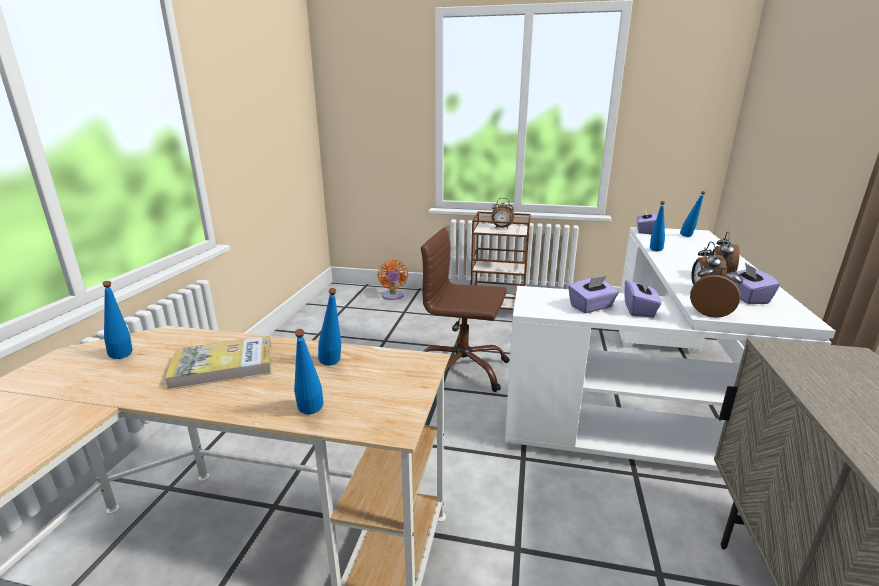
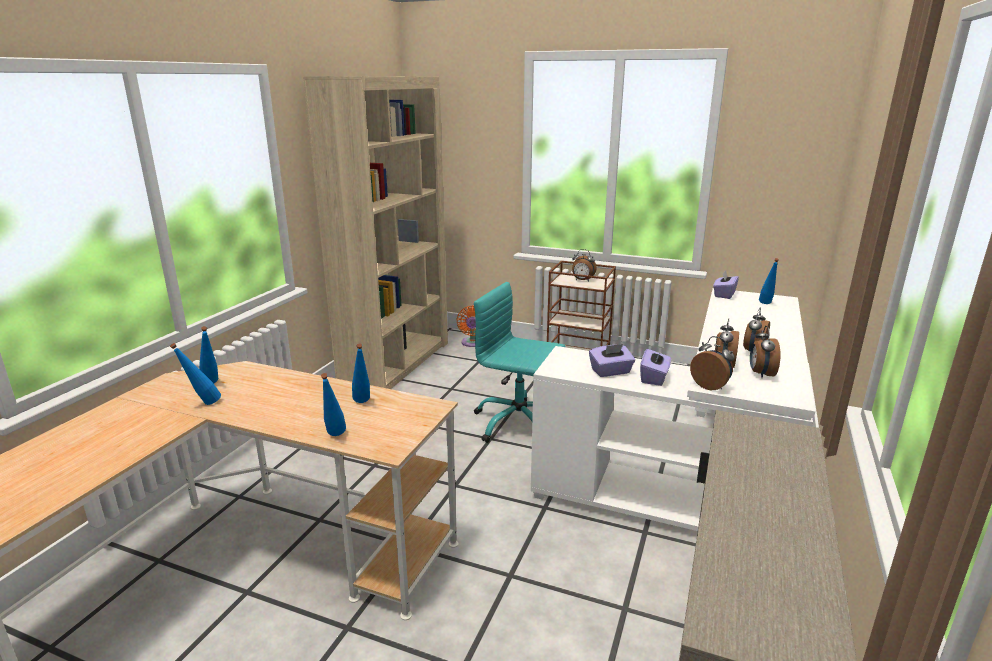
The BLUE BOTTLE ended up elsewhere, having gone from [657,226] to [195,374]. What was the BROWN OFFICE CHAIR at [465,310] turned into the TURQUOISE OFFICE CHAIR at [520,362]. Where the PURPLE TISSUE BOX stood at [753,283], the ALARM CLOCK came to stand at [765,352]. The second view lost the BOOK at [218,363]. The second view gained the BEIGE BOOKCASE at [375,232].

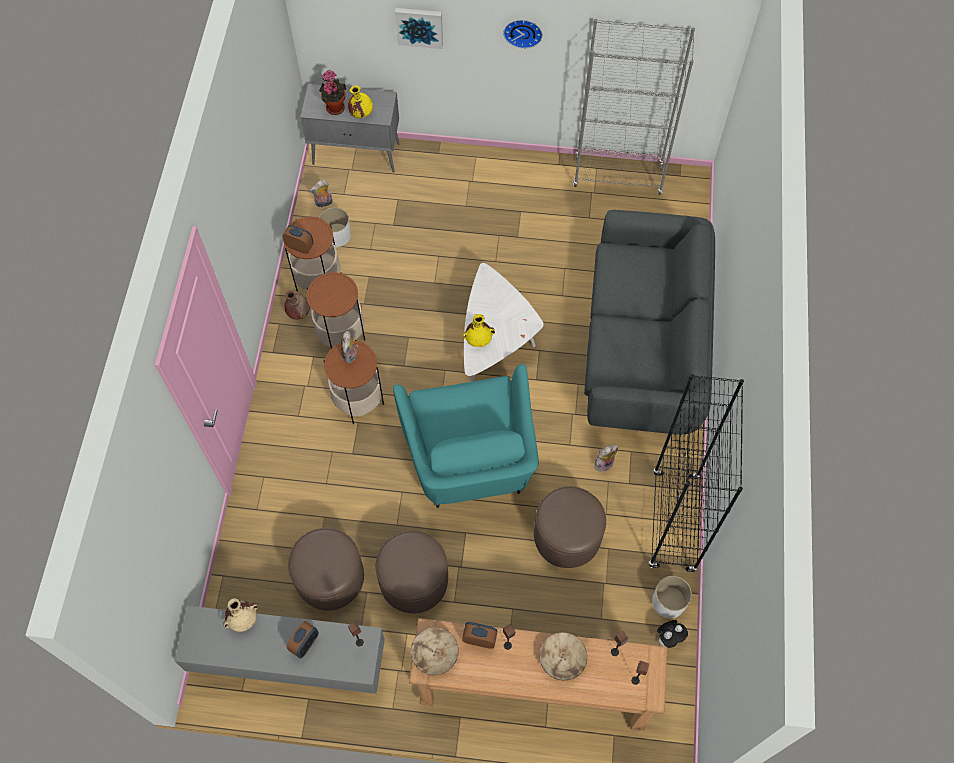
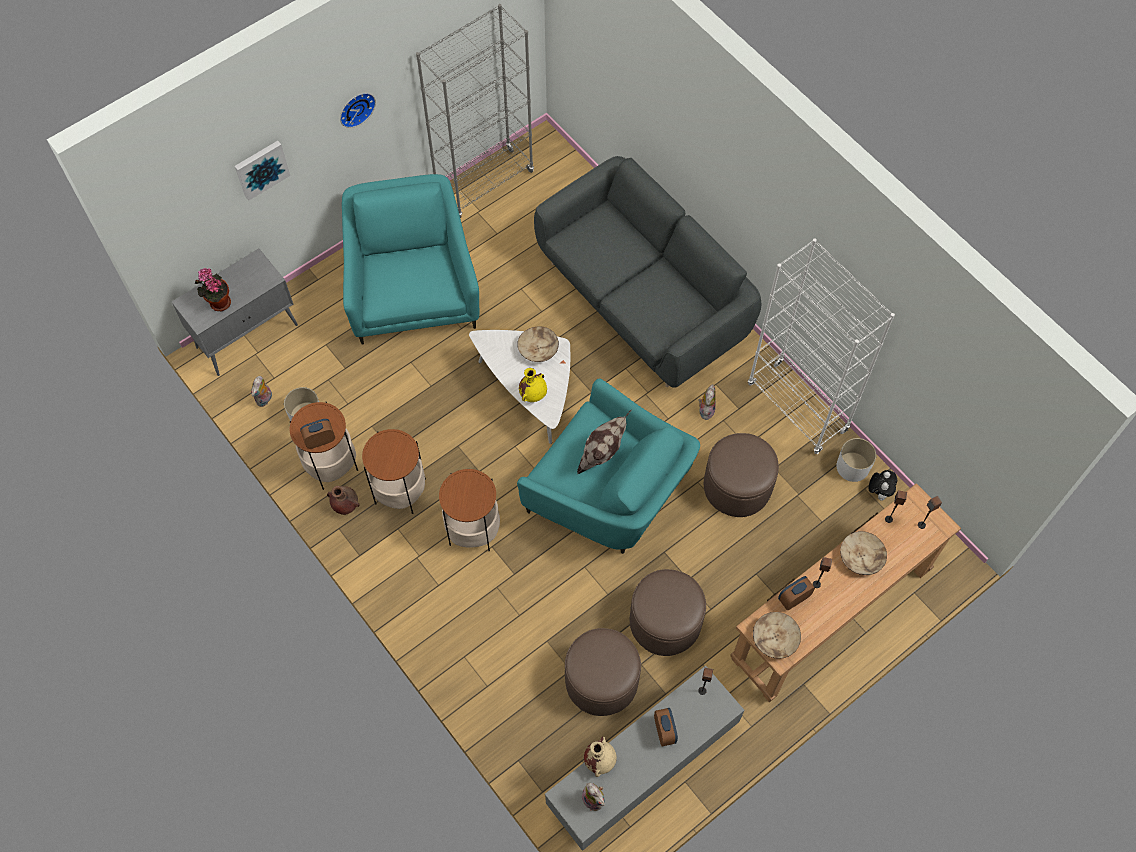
The second view lost the YELLOW VASE at [360,102]. The PLUSH TOY ended up elsewhere, having gone from [350,347] to [593,797]. What was the BLACK BOOKCASE at [696,473] turned into the WHITE BOOKCASE at [821,346]. The second view gained the TURQUOISE ARMCHAIR at [411,259]. The second view gained the BEIGE BOWL at [538,344]. The second view gained the PILLOW at [604,441].

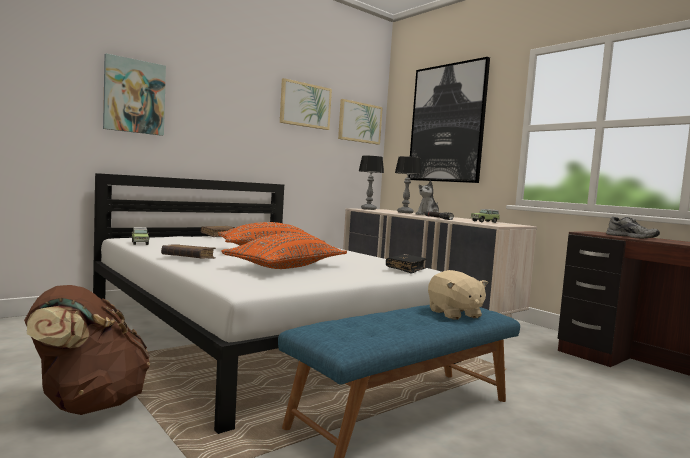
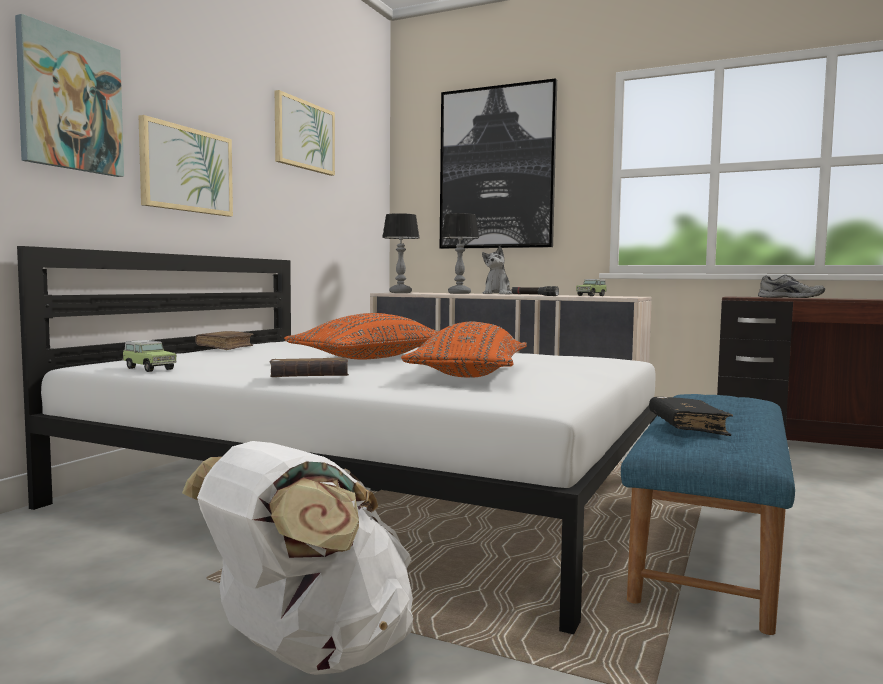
The PICTURE ended up elsewhere, having gone from [360,122] to [186,165]. The BLACK BOOK ended up elsewhere, having gone from [406,263] to [691,416]. The second view lost the BEIGE PLUSH TOY at [458,295]. What was the BROWN BACKPACK at [87,350] turned into the WHITE BACKPACK at [297,558].

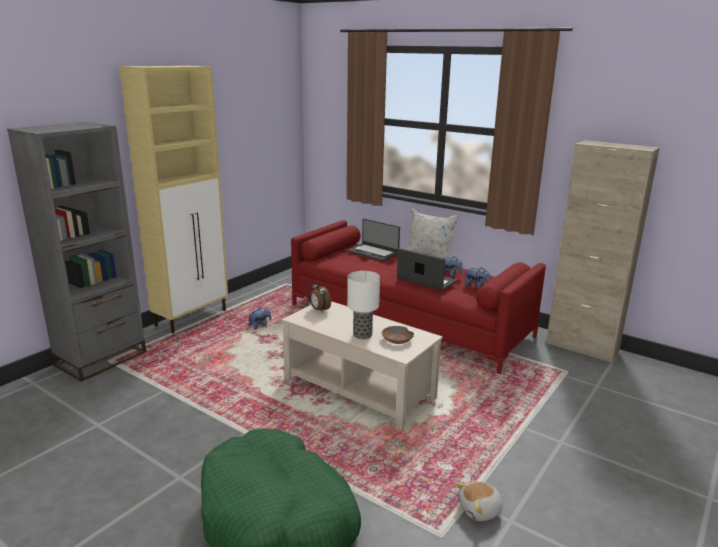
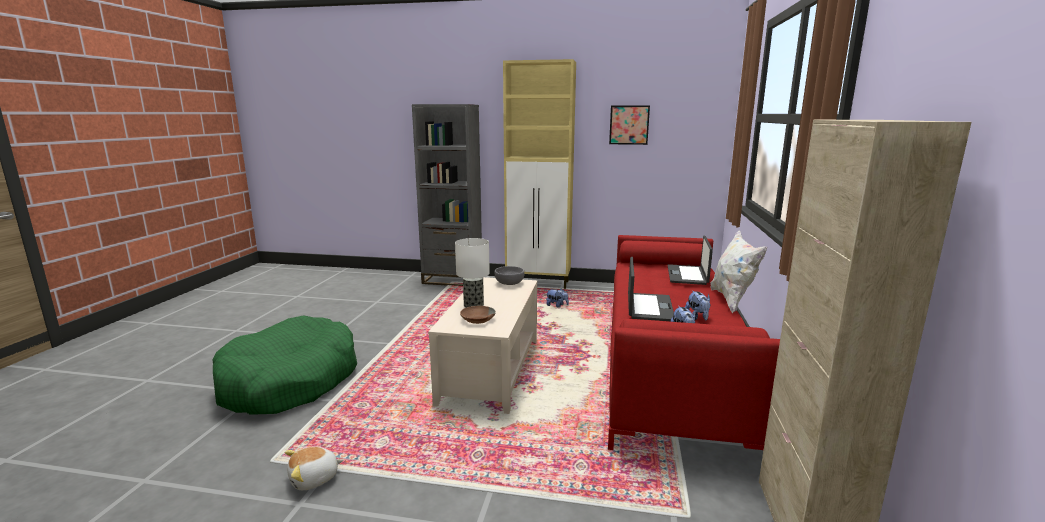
Where the ALARM CLOCK stood at [320,296], the GREY BOWL came to stand at [510,275]. The PLUSH TOY at [479,501] ended up facing another way, 75 degrees counterclockwise from before. The second view gained the PICTURE at [629,125].

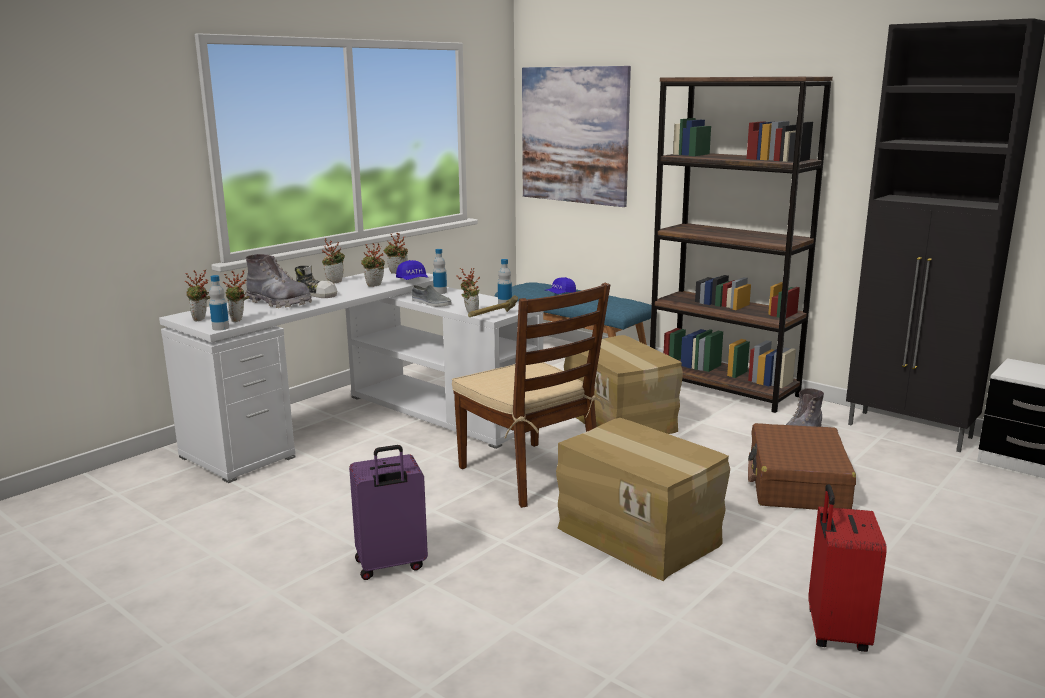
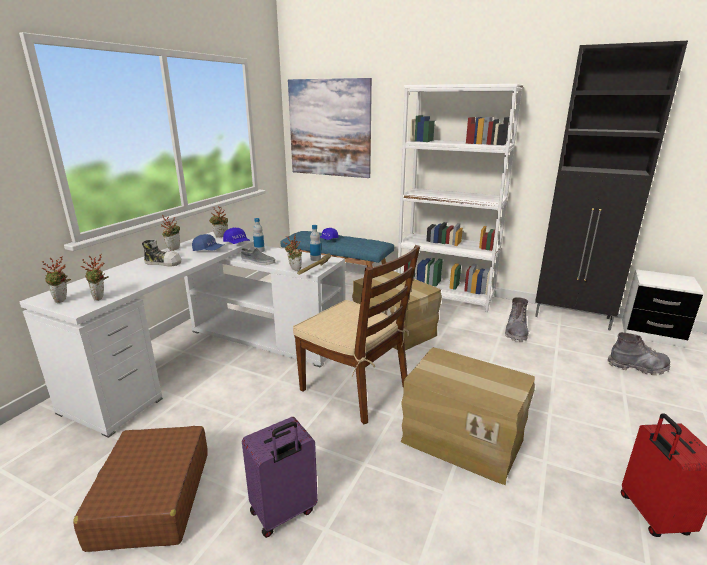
What was the BROWN BOOKCASE at [741,244] turned into the WHITE BOOKCASE at [460,198]. Where the POTTED PLANT stood at [373,265], the BLUE CAP came to stand at [208,242]. The GREY BOOT ended up elsewhere, having gone from [279,281] to [639,353]. The second view lost the BOTTLE at [219,303]. The BROWN SUITCASE ended up elsewhere, having gone from [802,466] to [140,489].

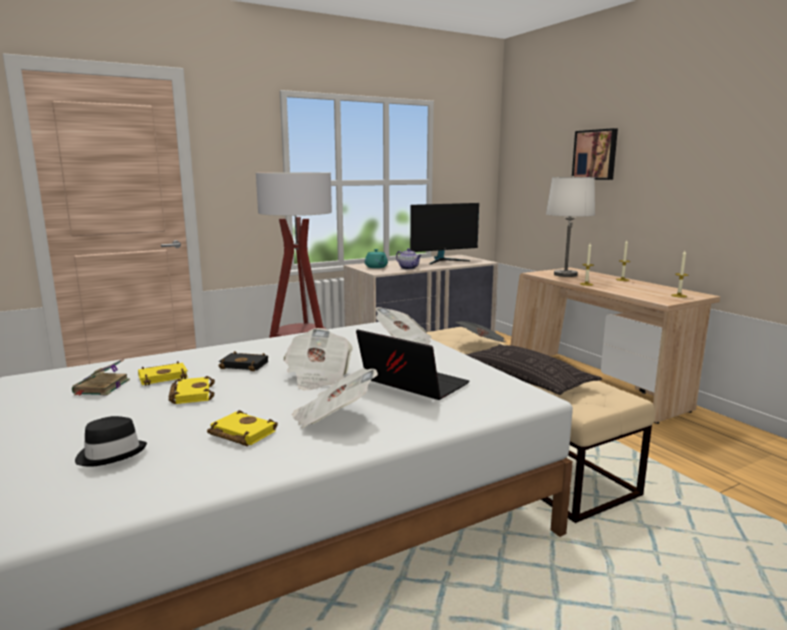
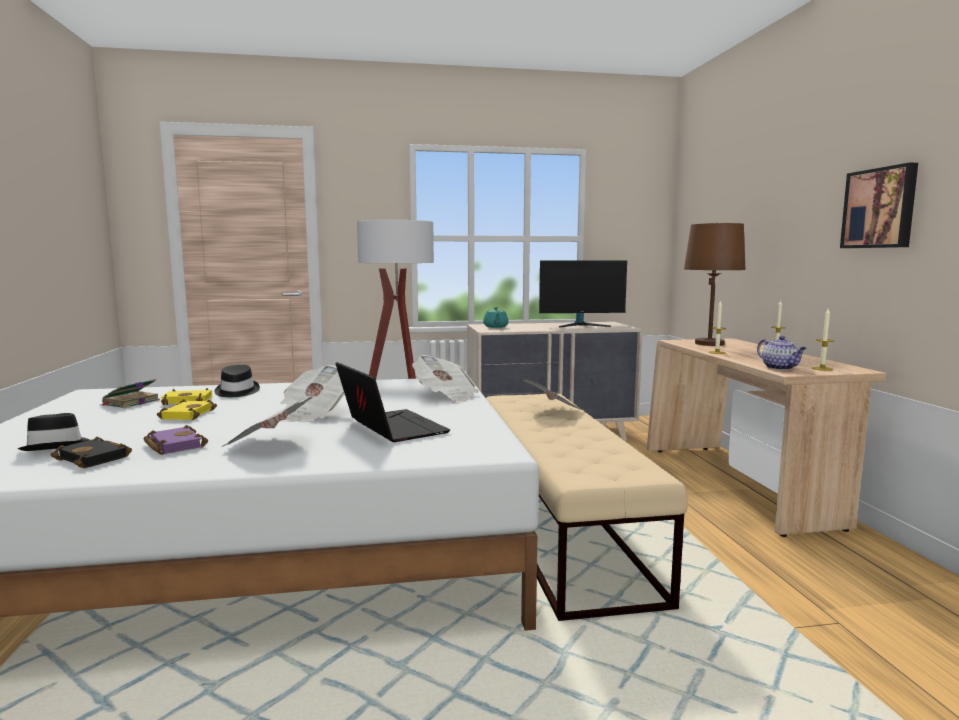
The PICTURE ended up elsewhere, having gone from [595,154] to [879,205]. What was the WHITE TABLE LAMP at [570,226] turned into the BROWN TABLE LAMP at [715,284]. The TEAPOT ended up elsewhere, having gone from [409,258] to [782,353]. The second view lost the PILLOW at [533,369]. The BLACK BOOK ended up elsewhere, having gone from [243,361] to [91,452]. What was the YELLOW BOOK at [242,428] turned into the PURPLE BOOK at [175,440]. The second view gained the BLACK HAT at [237,381].

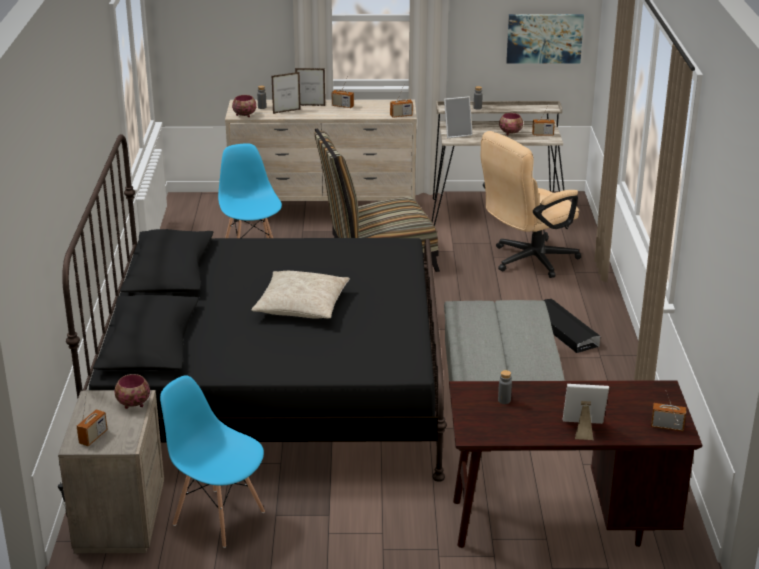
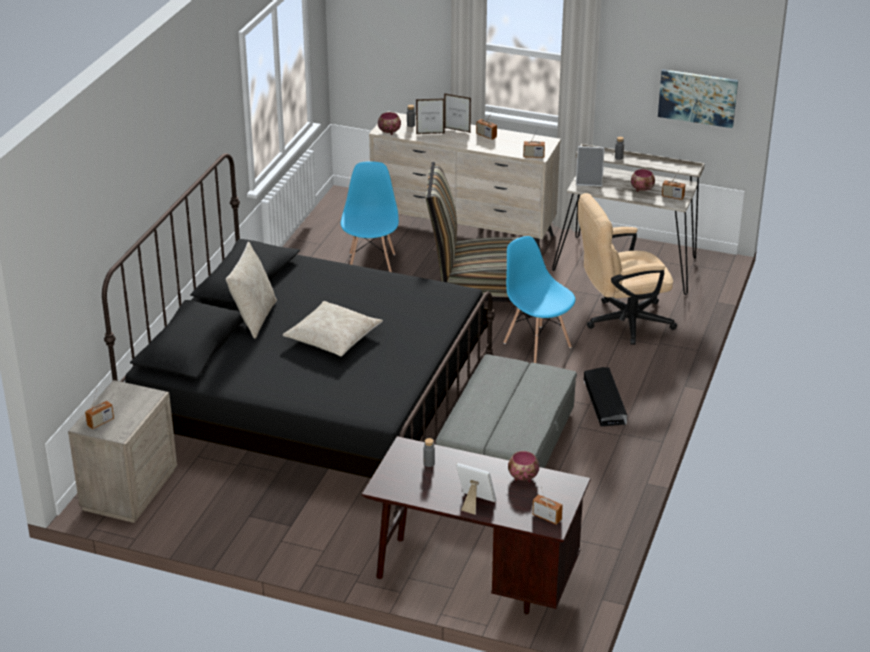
The BOWL ended up elsewhere, having gone from [132,391] to [523,466]. The BLUE CHAIR ended up elsewhere, having gone from [212,462] to [539,299]. The second view gained the BEIGE PILLOW at [251,290].

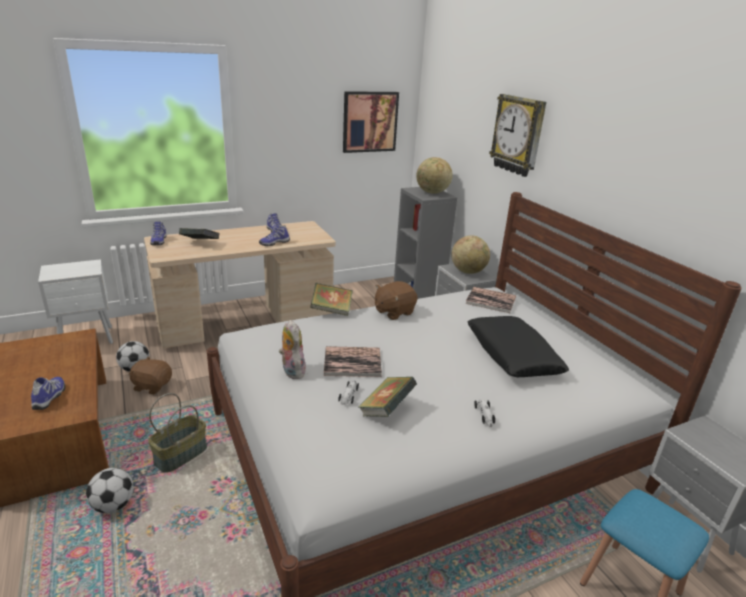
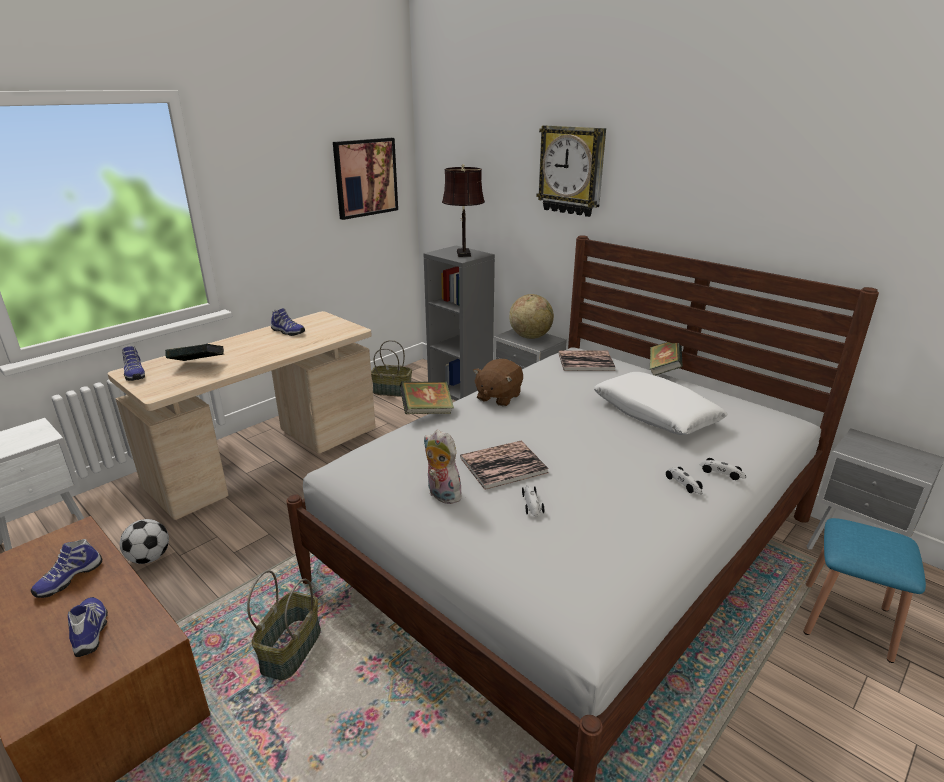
Where the GLOBE stood at [434,175], the BROWN TABLE LAMP came to stand at [463,210]. The SHOE ended up elsewhere, having gone from [274,235] to [66,568]. What was the BLACK PILLOW at [518,346] turned into the WHITE PILLOW at [661,403]. The second view lost the BROWN PLUSH TOY at [150,375]. The BOOK ended up elsewhere, having gone from [388,397] to [666,359]. The second view lost the FOOTBALL at [109,490]. The second view gained the BASKET at [391,368]. The second view gained the TOY CAR at [723,469].

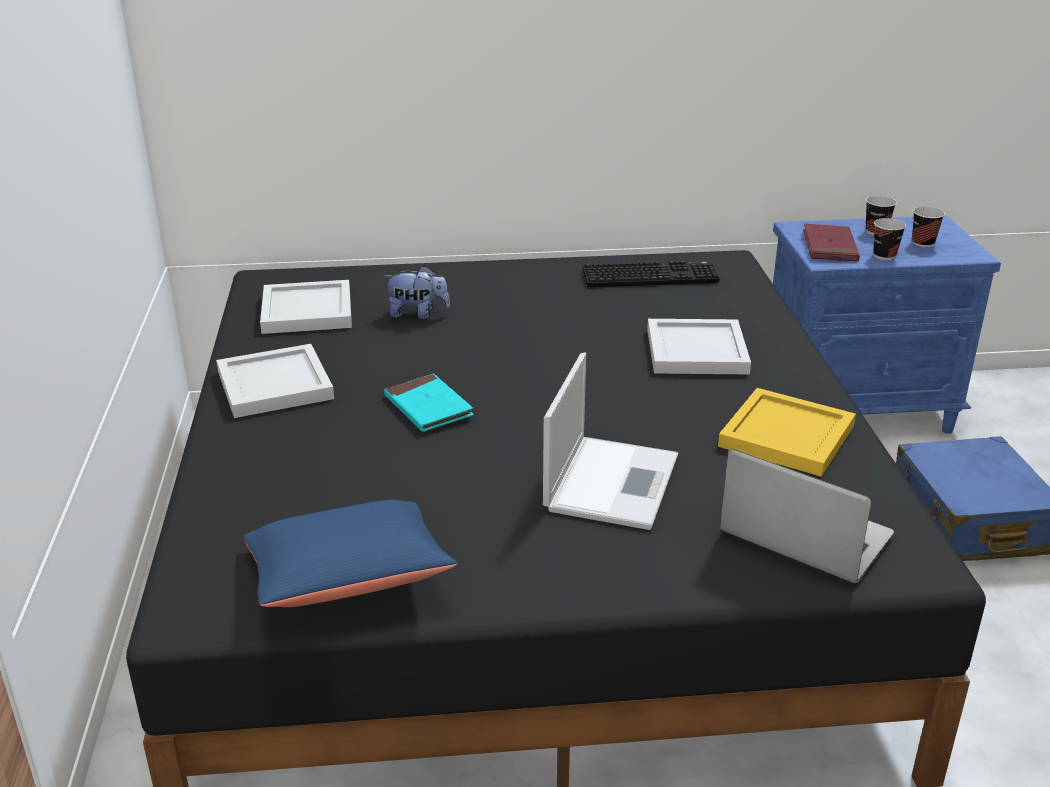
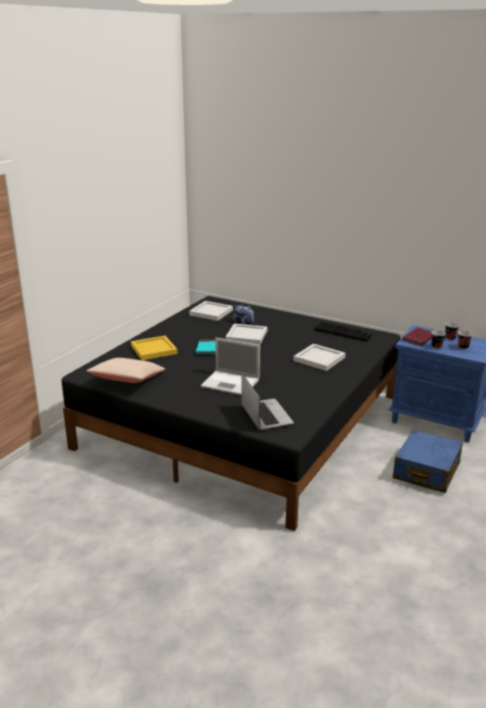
The WHITE TRAY ended up elsewhere, having gone from [275,381] to [246,334]. The LAPTOP at [610,441] ended up facing another way, 60 degrees clockwise from before. The YELLOW TRAY ended up elsewhere, having gone from [787,432] to [154,348]. What was the BLUE PILLOW at [350,553] turned into the BEIGE PILLOW at [125,370].

